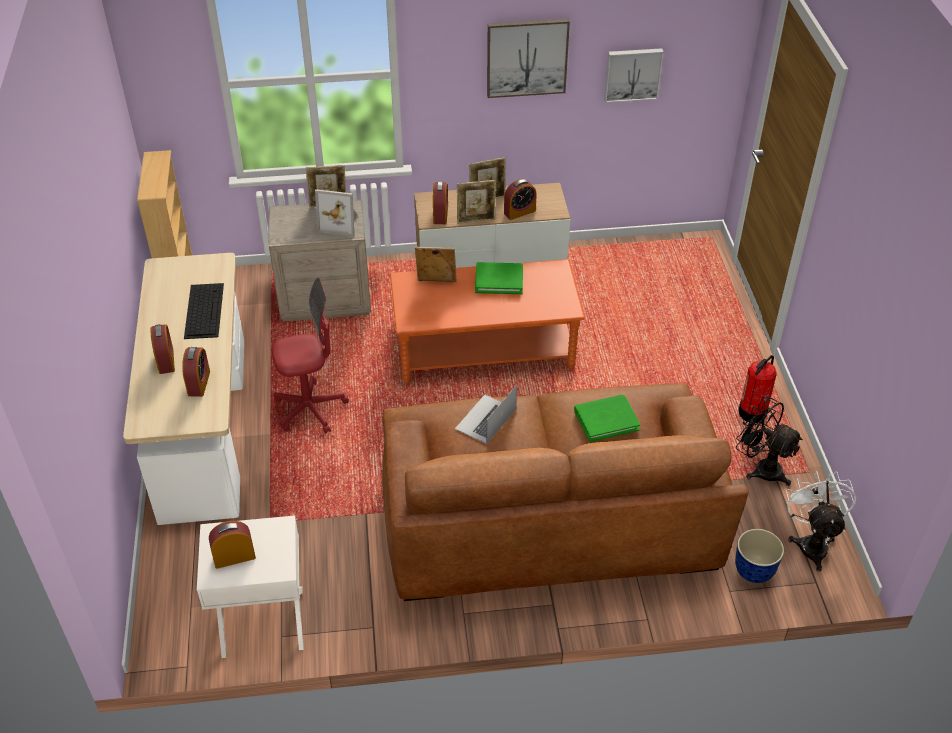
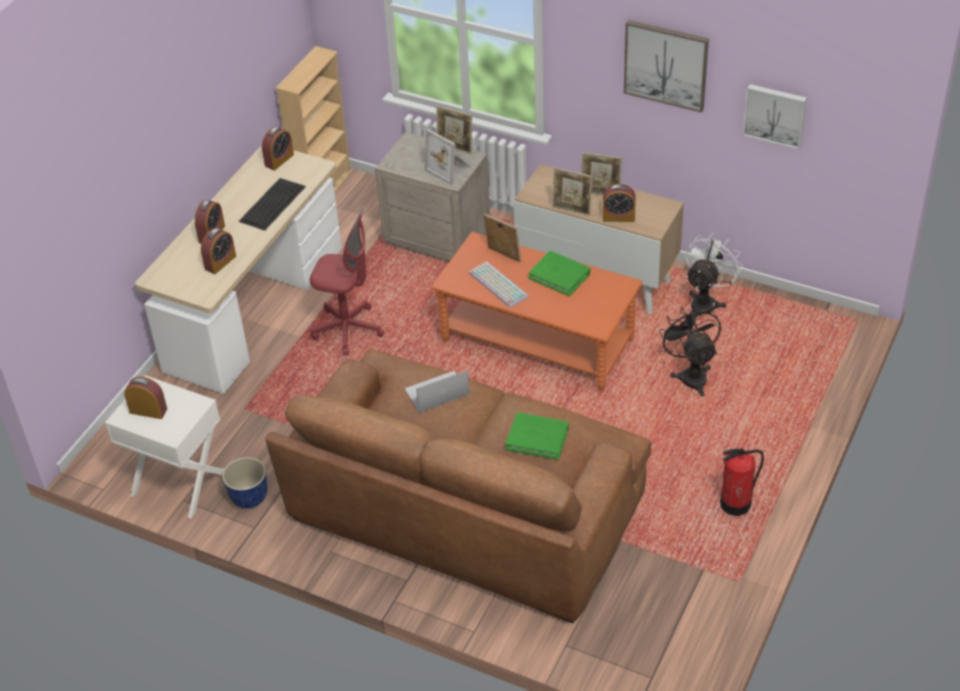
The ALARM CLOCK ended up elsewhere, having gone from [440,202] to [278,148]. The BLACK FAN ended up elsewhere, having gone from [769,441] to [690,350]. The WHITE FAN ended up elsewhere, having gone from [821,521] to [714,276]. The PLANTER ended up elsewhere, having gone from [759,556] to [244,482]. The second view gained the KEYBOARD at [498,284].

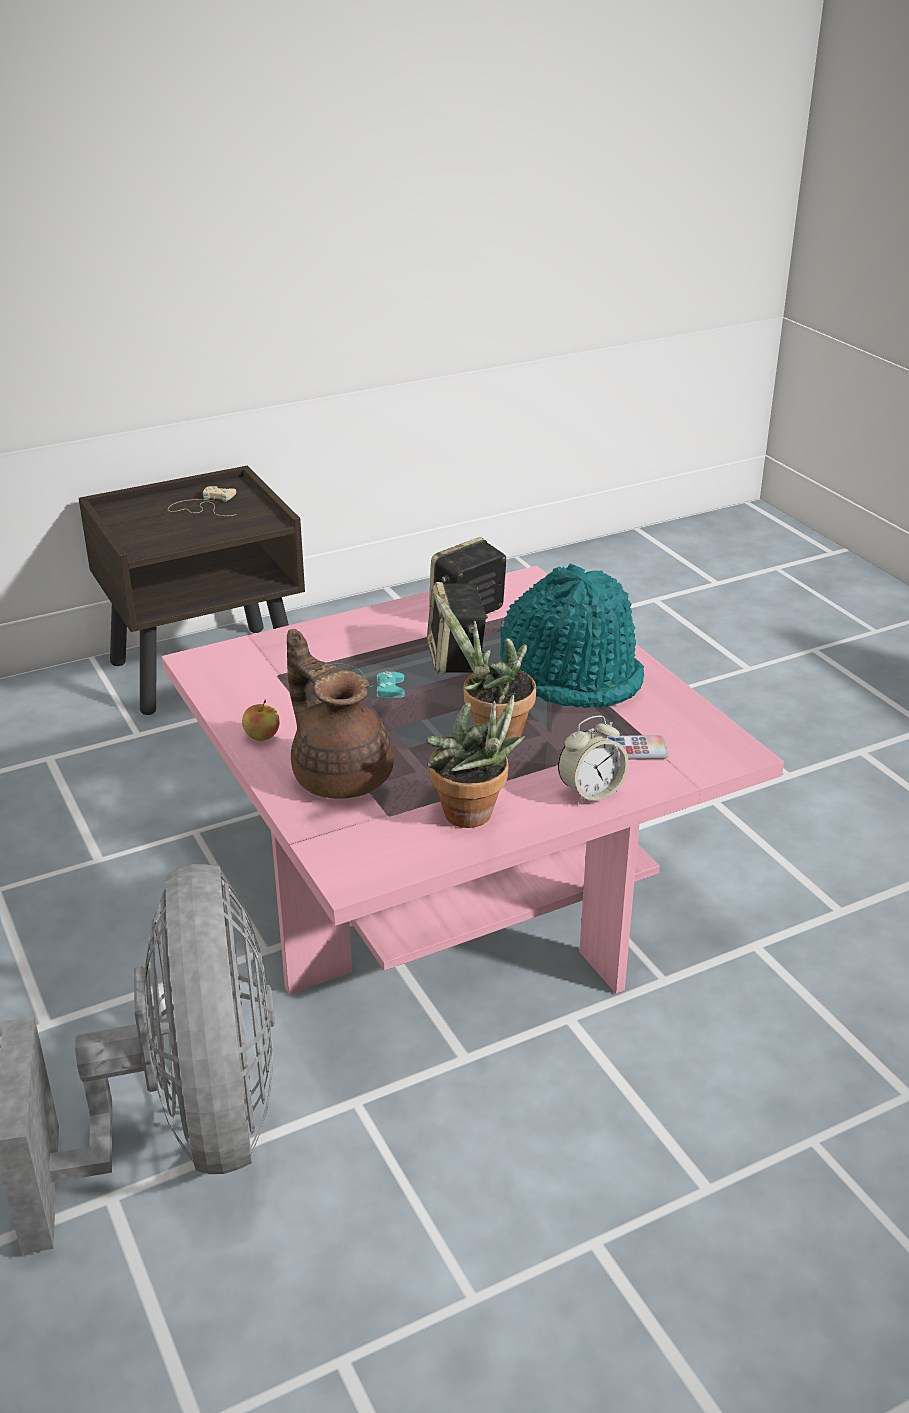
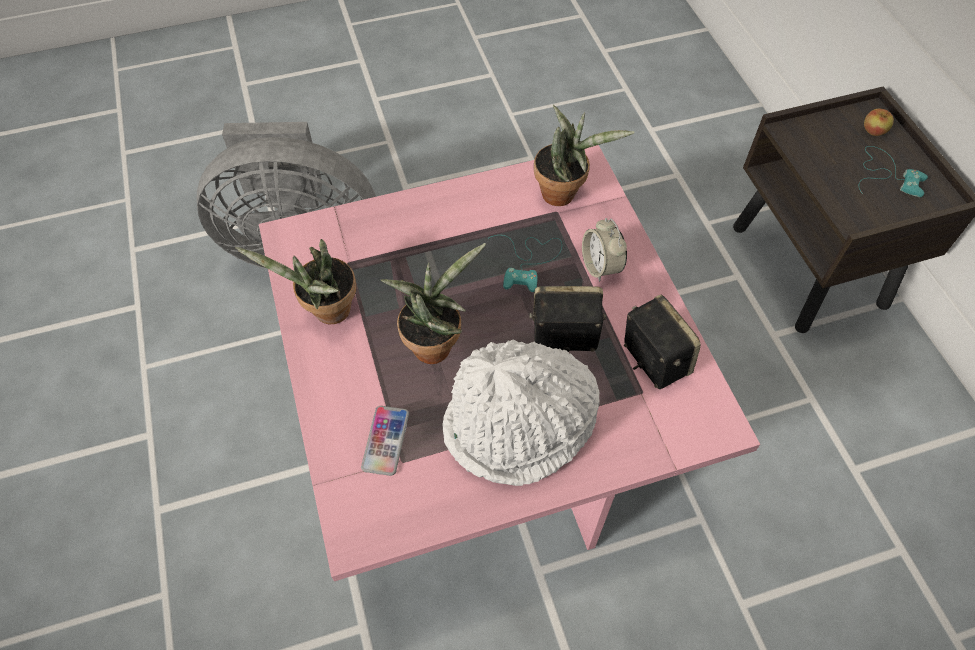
What was the BEIGE GAME CONTROLLER at [202,501] turned into the TURQUOISE GAME CONTROLLER at [893,171]. What was the TURQUOISE HAT at [572,636] turned into the WHITE HAT at [521,413]. The second view lost the BROWN TEAPOT at [340,714]. The APPLE ended up elsewhere, having gone from [261,720] to [879,122]. The ALARM CLOCK ended up elsewhere, having gone from [593,760] to [604,250]. The second view gained the POTTED PLANT at [584,155].

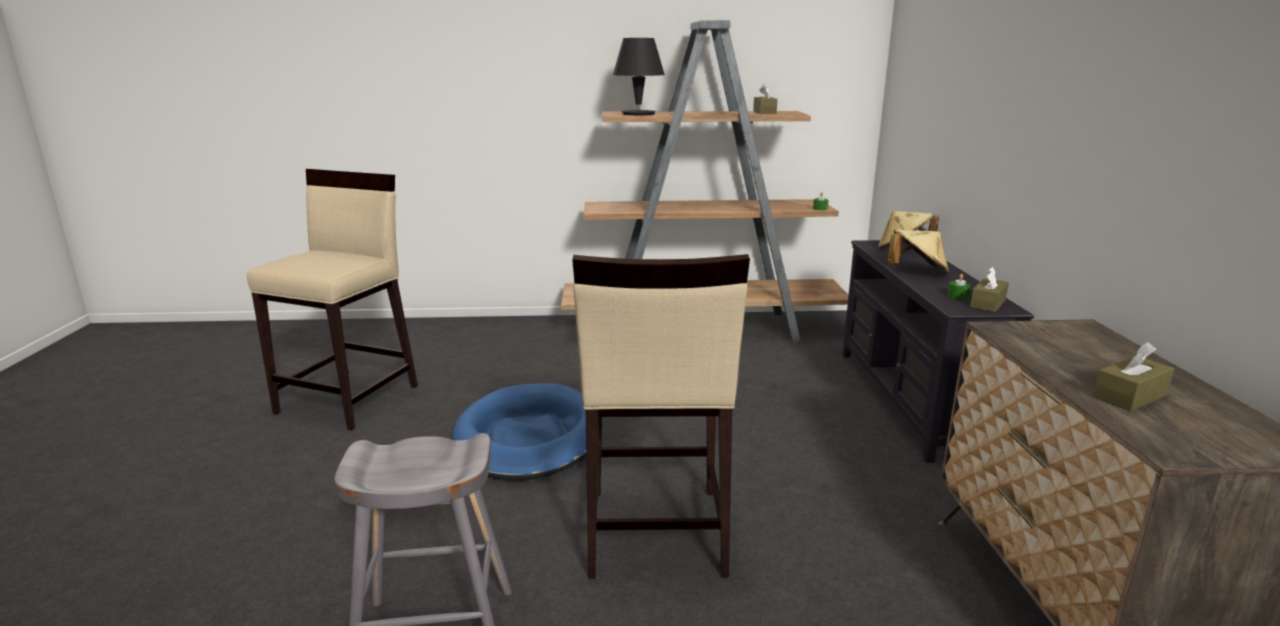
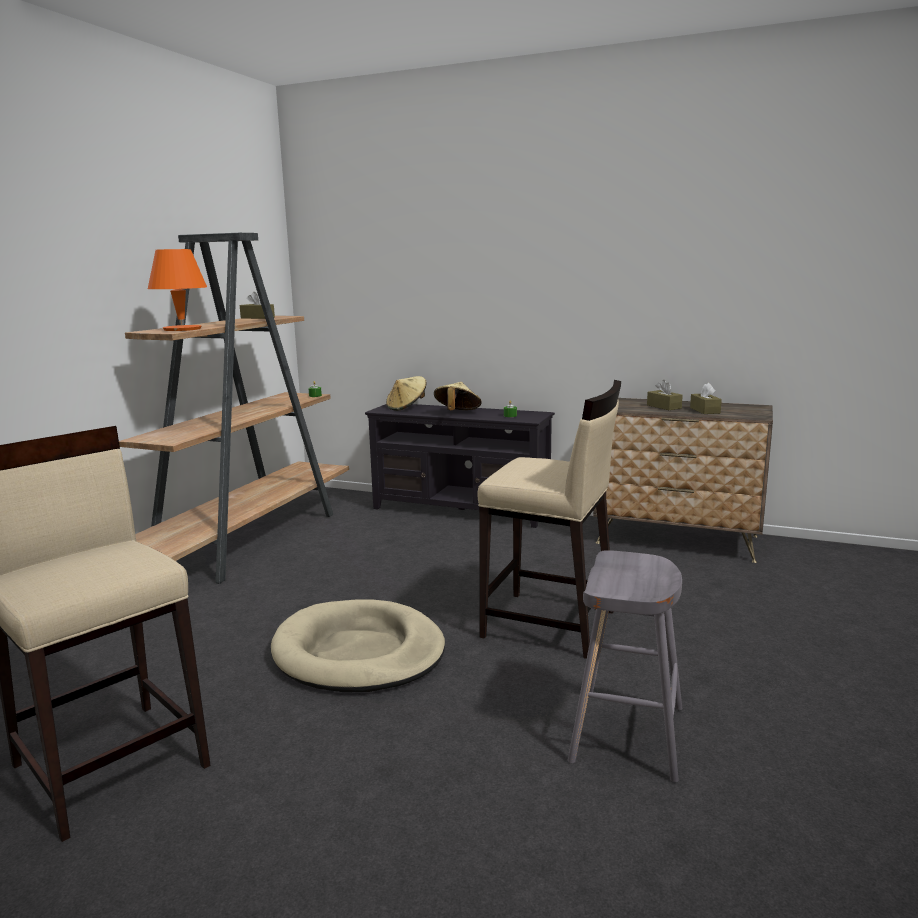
What was the BLACK TABLE LAMP at [639,76] turned into the ORANGE TABLE LAMP at [177,290]. The BROWN TISSUE BOX ended up elsewhere, having gone from [989,289] to [665,395]. What was the BLUE DOG BED at [527,431] turned into the BEIGE DOG BED at [358,645].

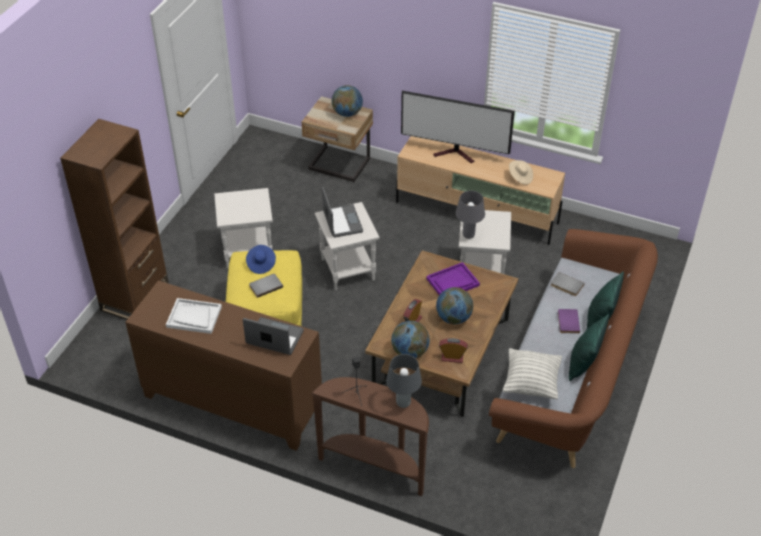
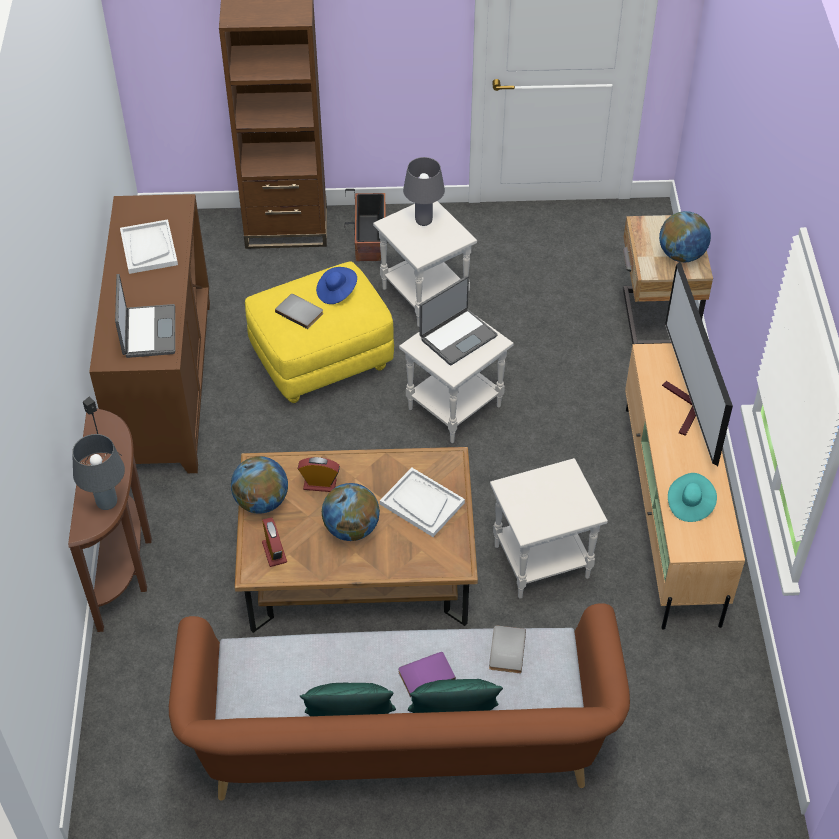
What was the BEIGE HAT at [521,172] turned into the TURQUOISE HAT at [692,497]. The GREY TABLE LAMP ended up elsewhere, having gone from [470,215] to [424,191]. What was the PURPLE TRAY at [453,278] turned into the WHITE TRAY at [422,502]. The second view lost the PILLOW at [532,373]. The second view gained the PLANTER at [365,225].

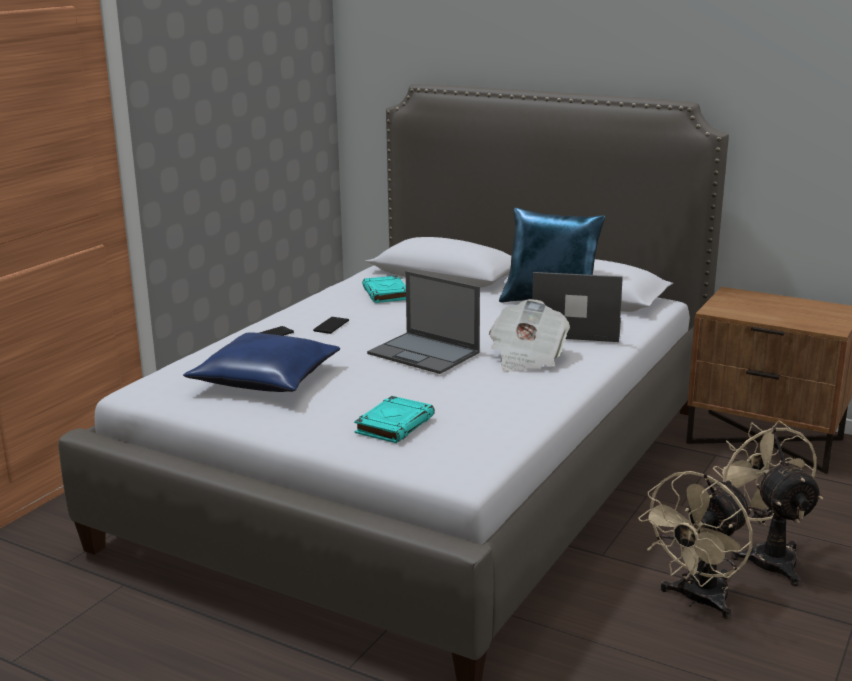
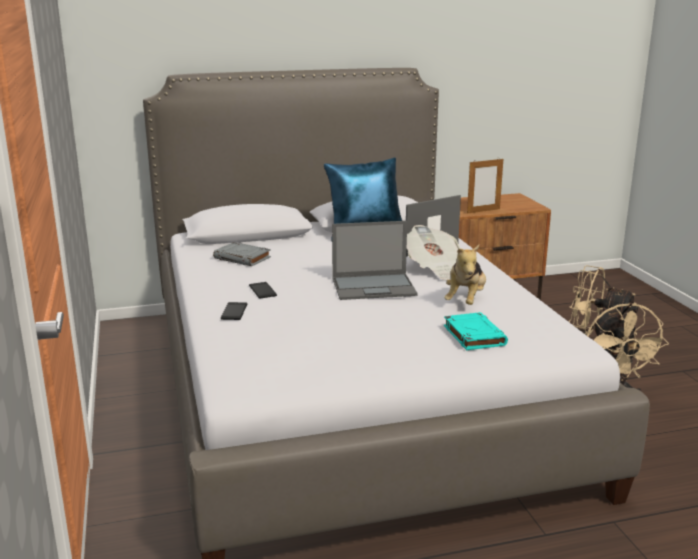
What was the TURQUOISE BOOK at [384,289] turned into the GREY BOOK at [242,254]. The second view lost the BLUE PILLOW at [261,362]. The second view gained the PICTURE FRAME at [485,185]. The second view gained the PLUSH TOY at [465,275].

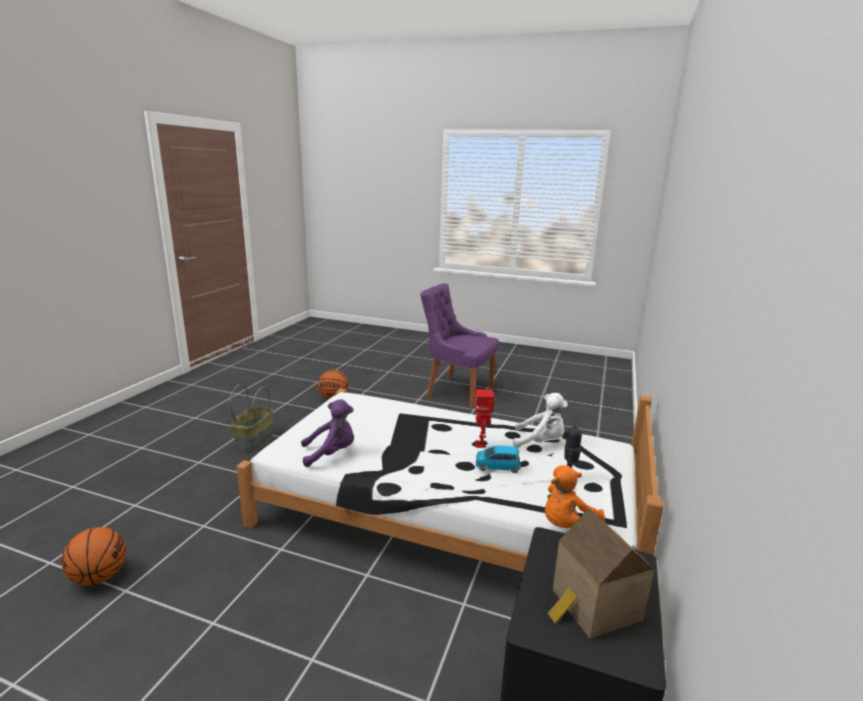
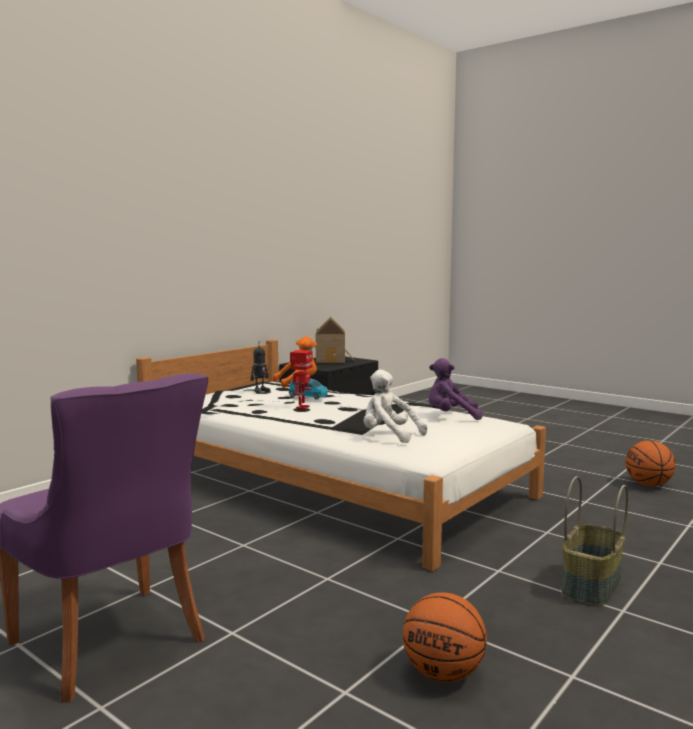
The WHITE PLUSH TOY ended up elsewhere, having gone from [540,420] to [395,406].

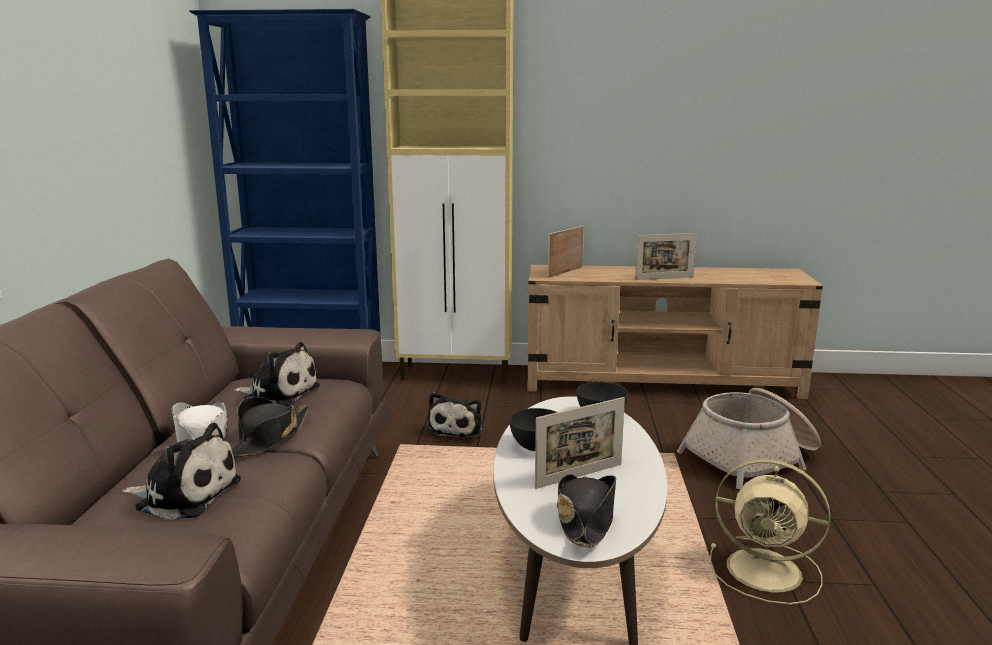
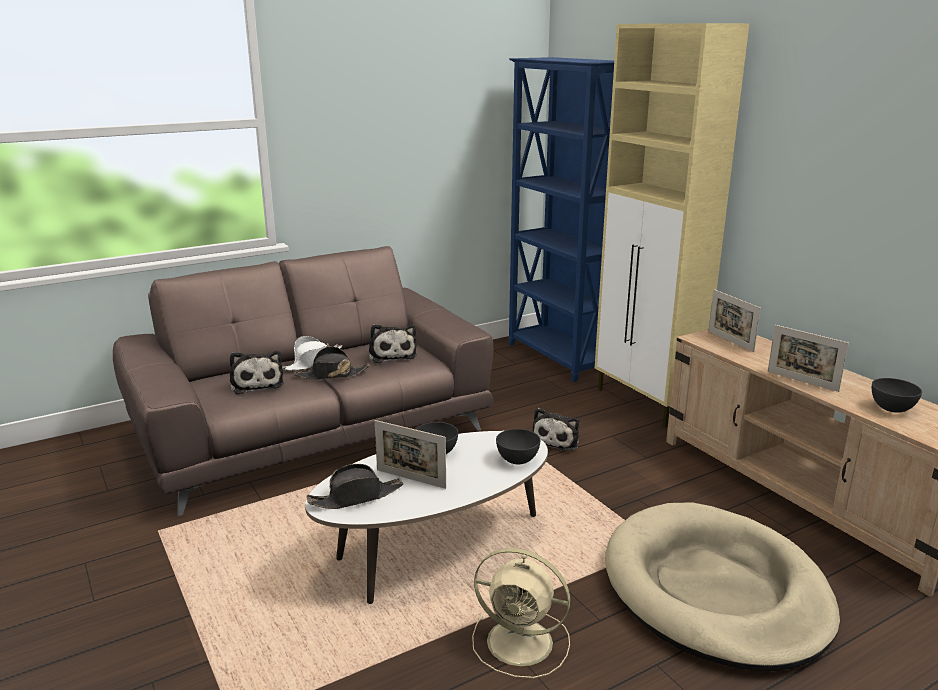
The PICTURE FRAME at [566,252] ended up facing another way, 120 degrees counterclockwise from before. Where the BASKET stood at [749,438], the BEIGE DOG BED came to stand at [722,586]. The PLUSH TOY at [455,415] ended up facing another way, 45 degrees counterclockwise from before. The BEIGE FAN at [770,532] ended up facing another way, 60 degrees counterclockwise from before. The second view gained the GREY BOWL at [897,395].

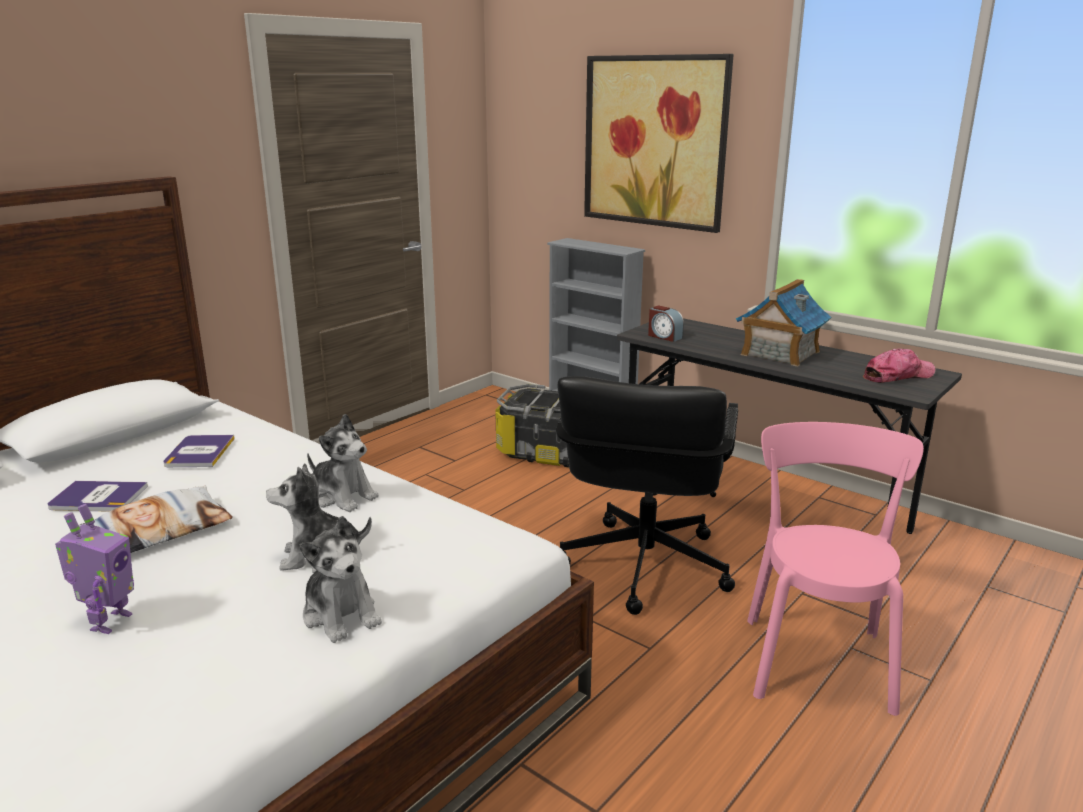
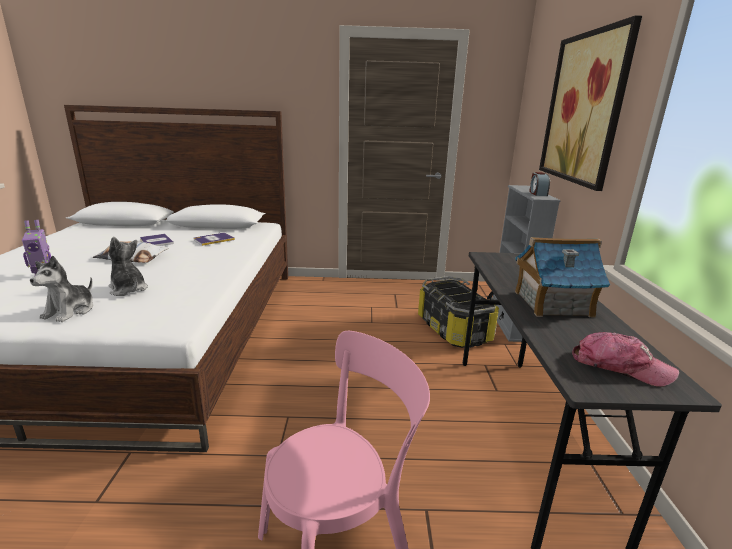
The ALARM CLOCK ended up elsewhere, having gone from [666,323] to [539,184]. The second view lost the BLACK OFFICE CHAIR at [647,495]. The second view lost the PLUSH TOY at [343,463].

